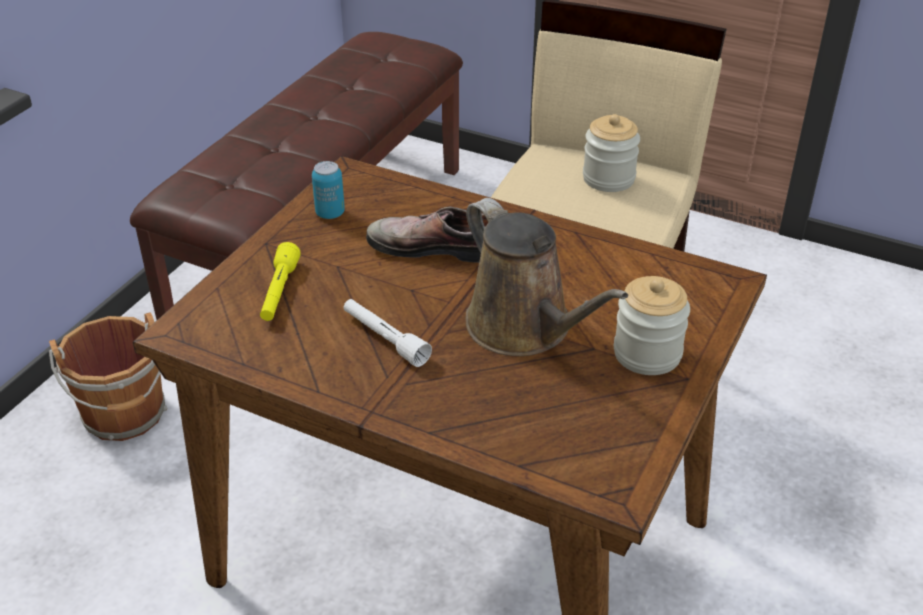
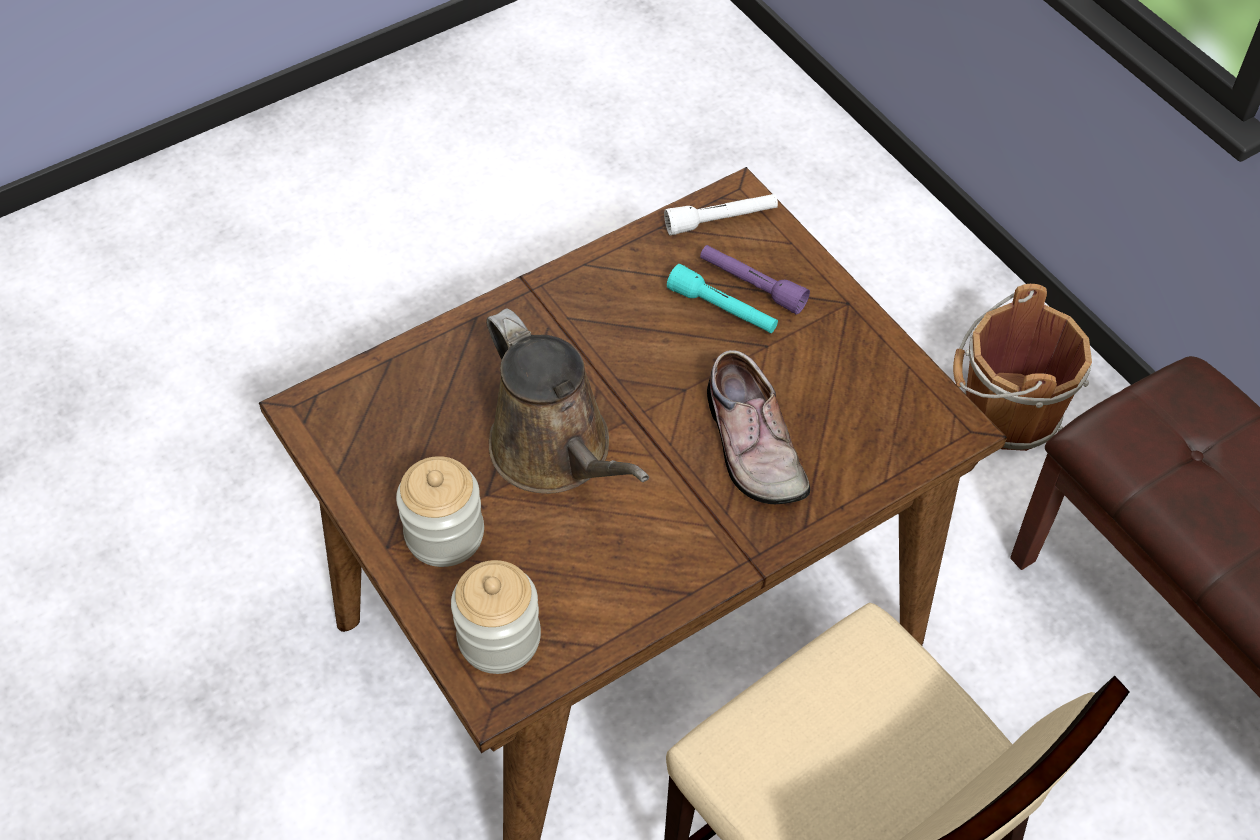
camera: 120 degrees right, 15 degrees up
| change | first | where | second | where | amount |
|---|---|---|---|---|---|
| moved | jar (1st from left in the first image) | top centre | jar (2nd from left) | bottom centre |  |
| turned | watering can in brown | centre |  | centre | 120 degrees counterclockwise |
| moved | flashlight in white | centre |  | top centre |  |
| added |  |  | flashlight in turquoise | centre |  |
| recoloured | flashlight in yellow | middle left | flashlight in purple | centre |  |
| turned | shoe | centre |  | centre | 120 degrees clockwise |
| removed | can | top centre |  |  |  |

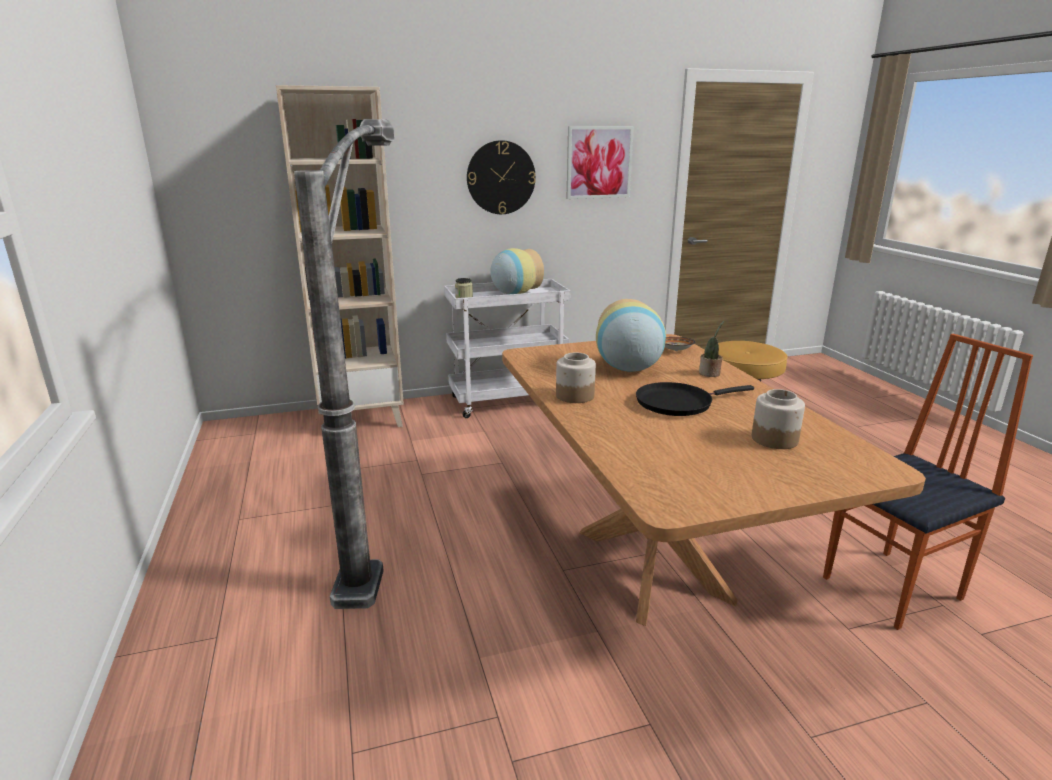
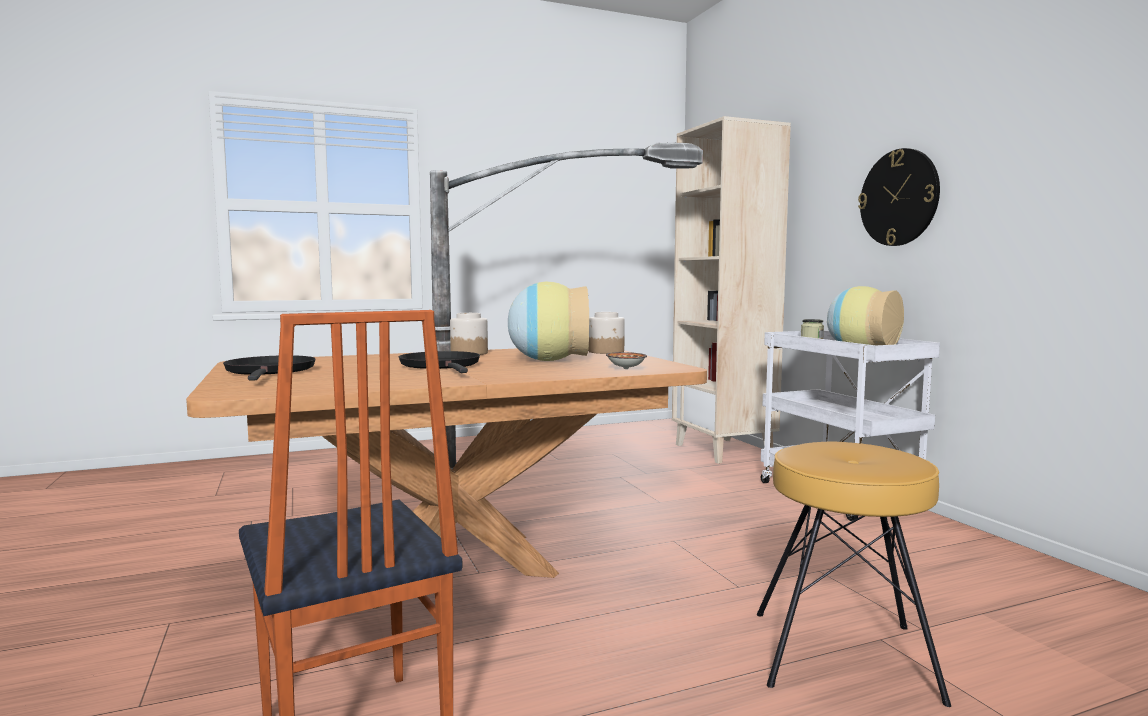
camera: 85 degrees right, 15 degrees down
| change | first | where | second | where | amount |
|---|---|---|---|---|---|
| added |  |  | frying pan in black (1st from left) | middle left |  |
| moved | jar (3rd from left in the first image) | middle right | jar (2nd from left) | centre |  |
| removed | picture | top centre |  |  |  |
| removed | potted plant | middle right |  |  |  |

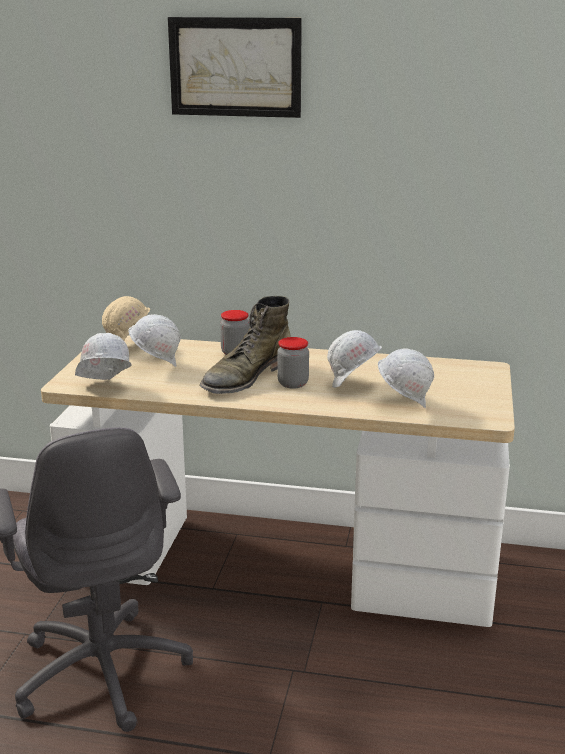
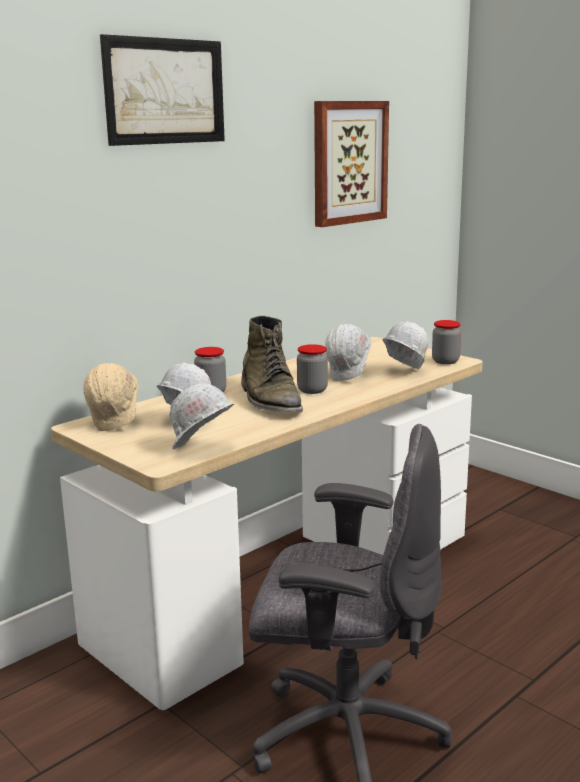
camera: 55 degrees left, 5 degrees down
| change | first | where | second | where | amount |
|---|---|---|---|---|---|
| added |  |  | picture (2nd from left) | top centre |  |
| added |  |  | jar (3rd from left) | middle right |  |

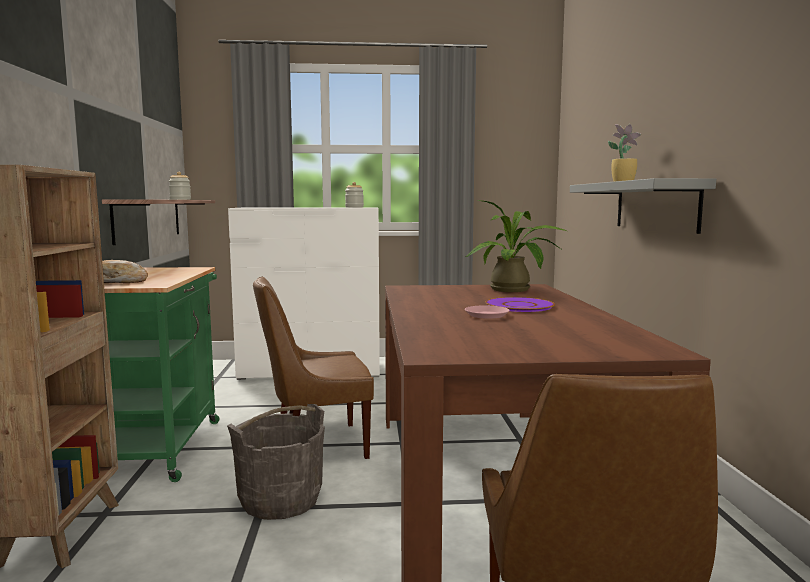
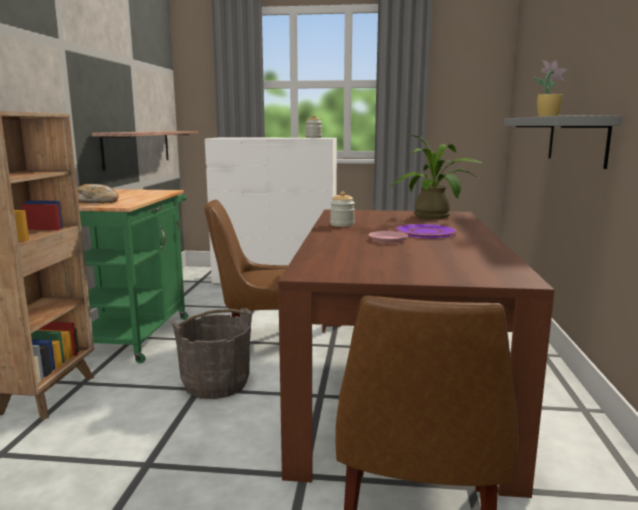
camera: 10 degrees right, 5 degrees up
| change | first | where | second | where | amount |
|---|---|---|---|---|---|
| moved | jar (1st from left in the first image) | top left | jar (2nd from left) | centre |  |

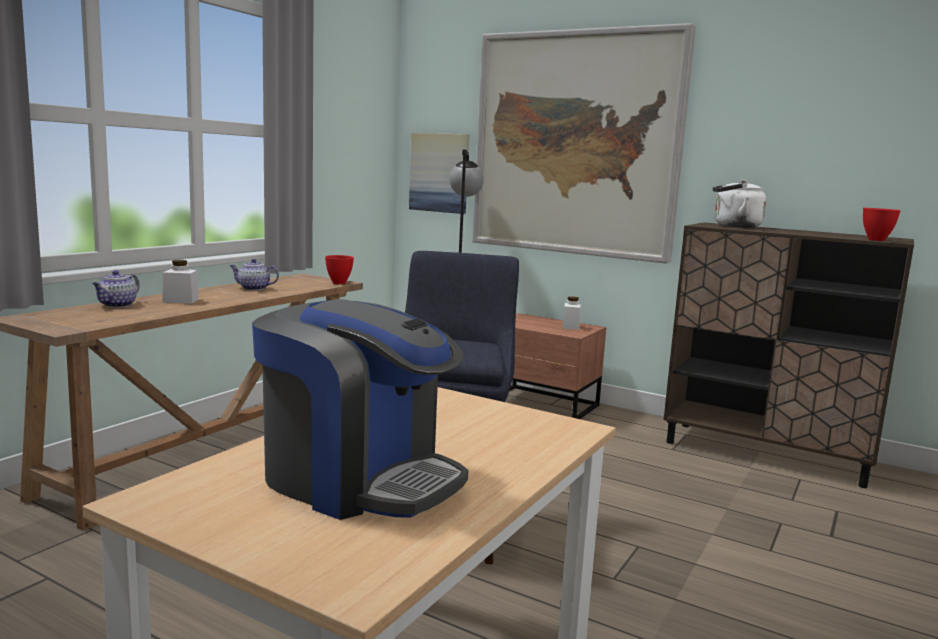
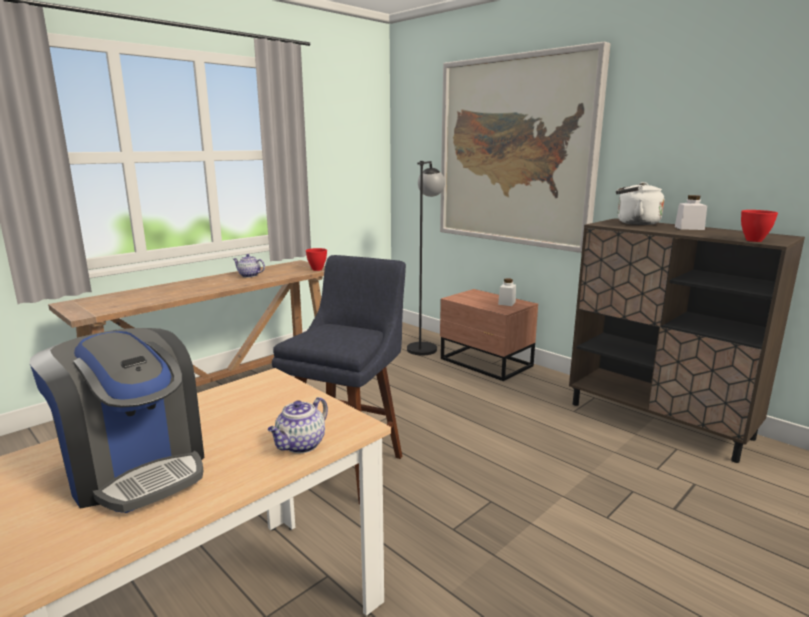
camera: 15 degrees right, 5 degrees up
| change | first | where | second | where | amount |
|---|---|---|---|---|---|
| moved | teapot (1st from left in the first image) | middle left | teapot (2nd from left) | bottom centre |  |
| moved | jar in white (1st from left in the first image) | middle left | jar in white (2nd from left) | middle right |  |
| removed | picture (1st from left) | top centre |  |  |  |

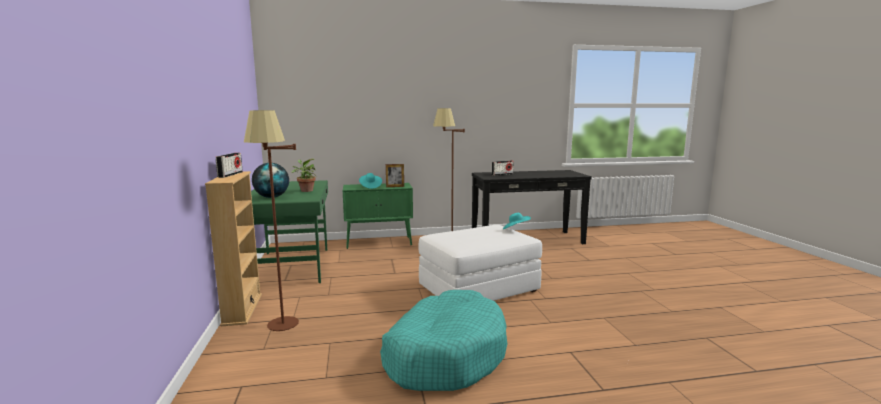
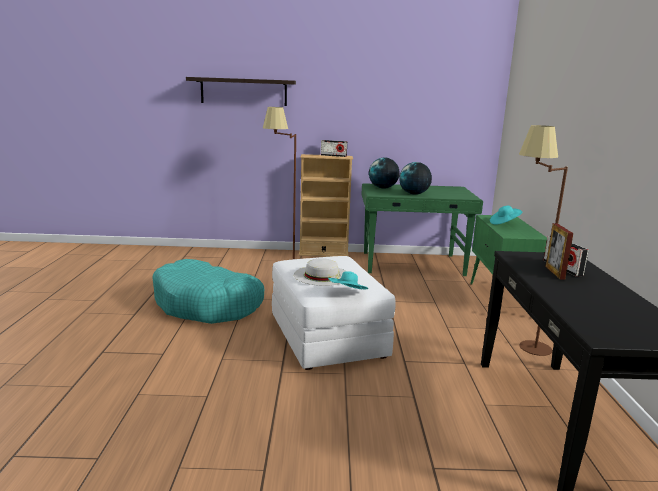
camera: 100 degrees right, 5 degrees up
| change | first | where | second | where | amount |
|---|---|---|---|---|---|
| added |  |  | shelf | top centre |  |
| added |  |  | hat in white | centre |  |
| replaced | potted plant | centre | globe (2nd from left) | centre |  |
| moved | picture frame | centre |  | middle right |  |

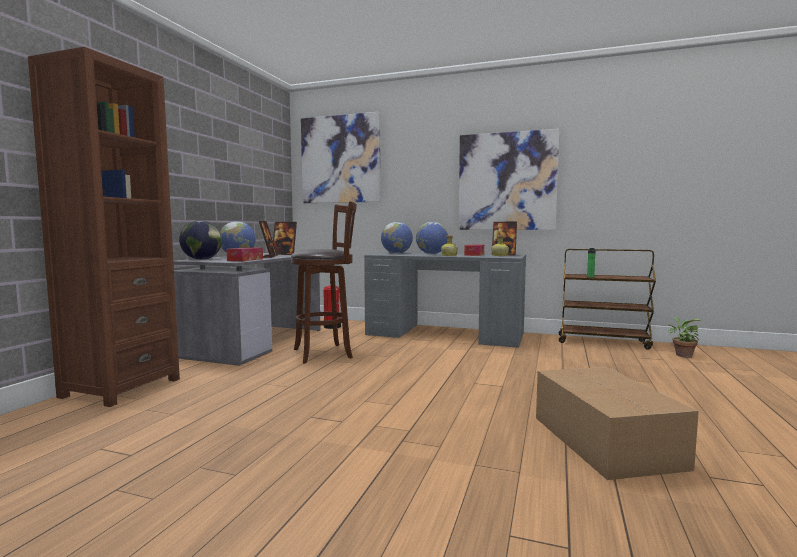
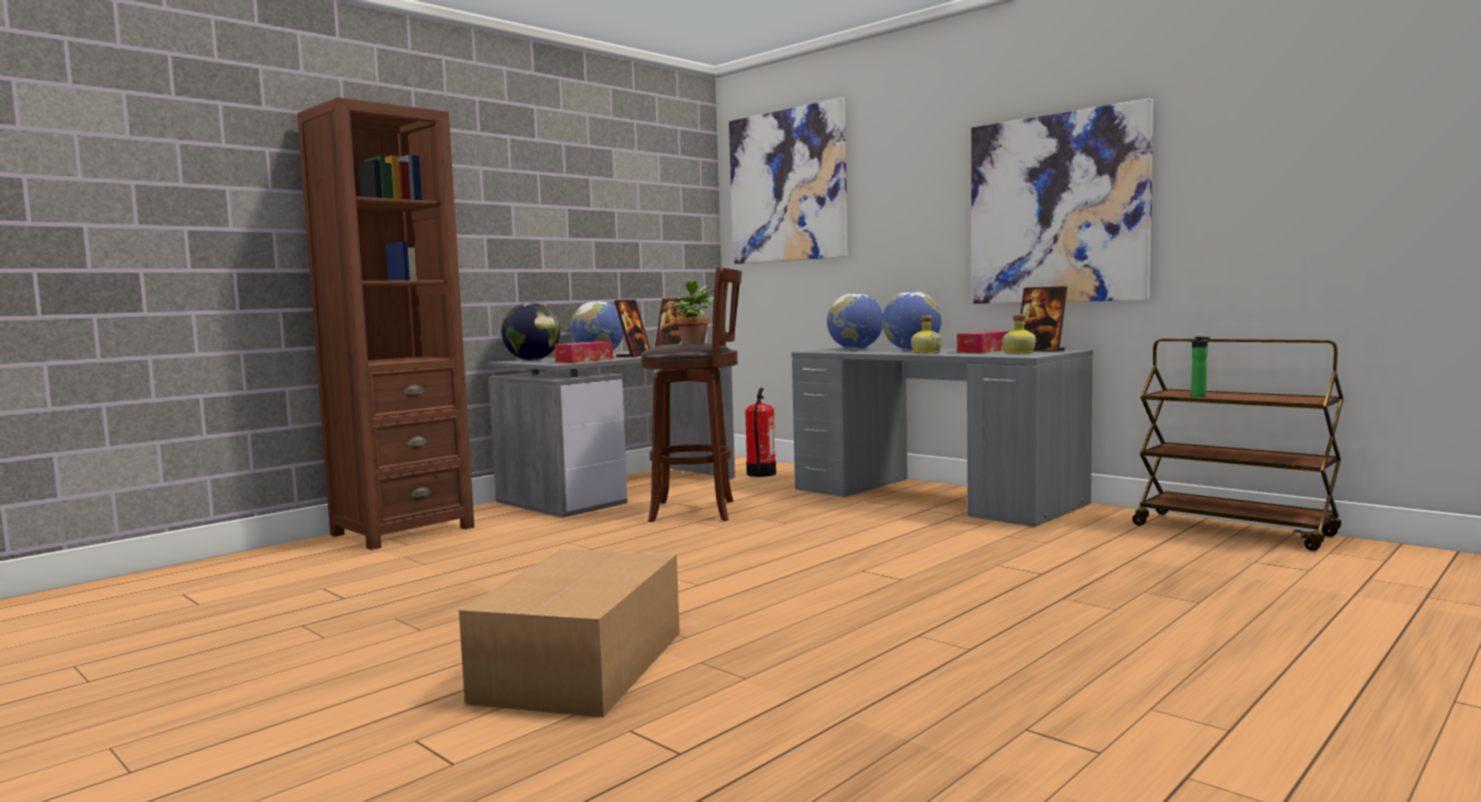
camera: 25 degrees right, 0 degrees up
| change | first | where | second | where | amount |
|---|---|---|---|---|---|
| moved | cardboard box | bottom right |  | bottom centre |  |
| moved | potted plant | middle right |  | centre |  |

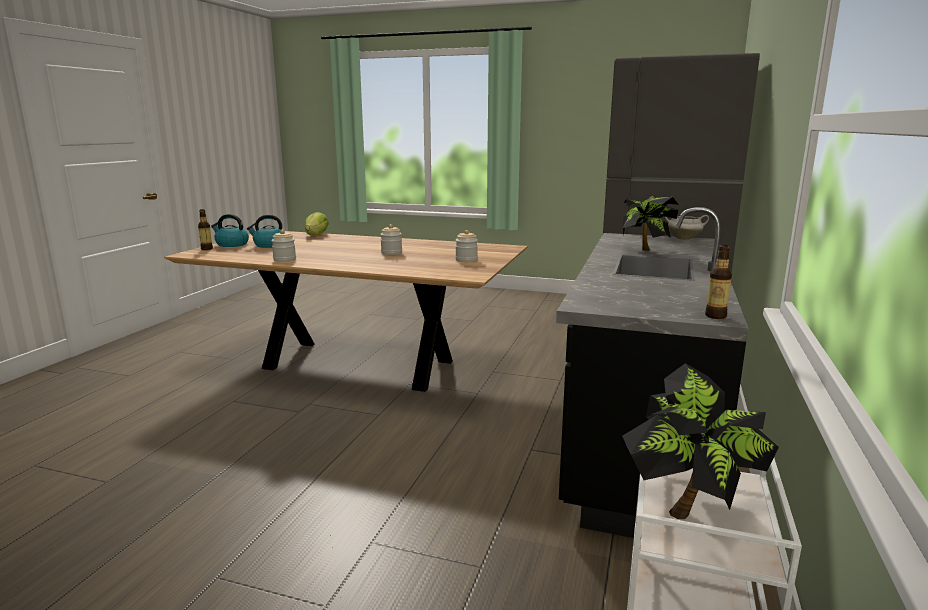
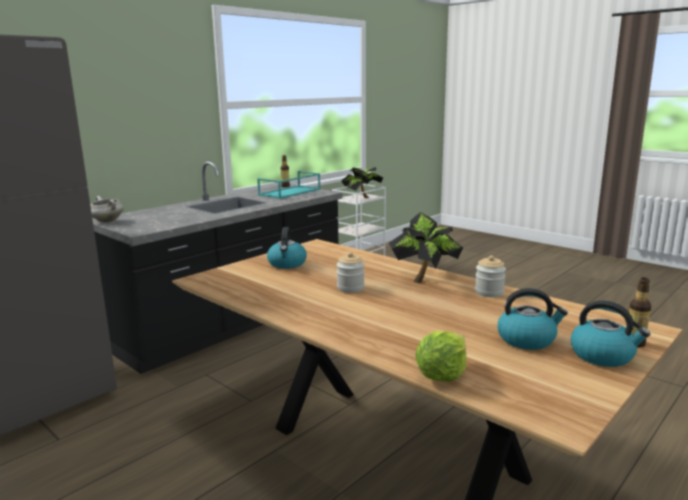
camera: 155 degrees left, 0 degrees up
| change | first | where | second | where | amount |
|---|---|---|---|---|---|
| added |  |  | tray in turquoise | centre |  |
| replaced | jar (3rd from left) | centre | kettle (1st from left) | centre |  |
| moved | potted plant (1st from left in the first image) | middle right | potted plant (2nd from left) | centre |  |

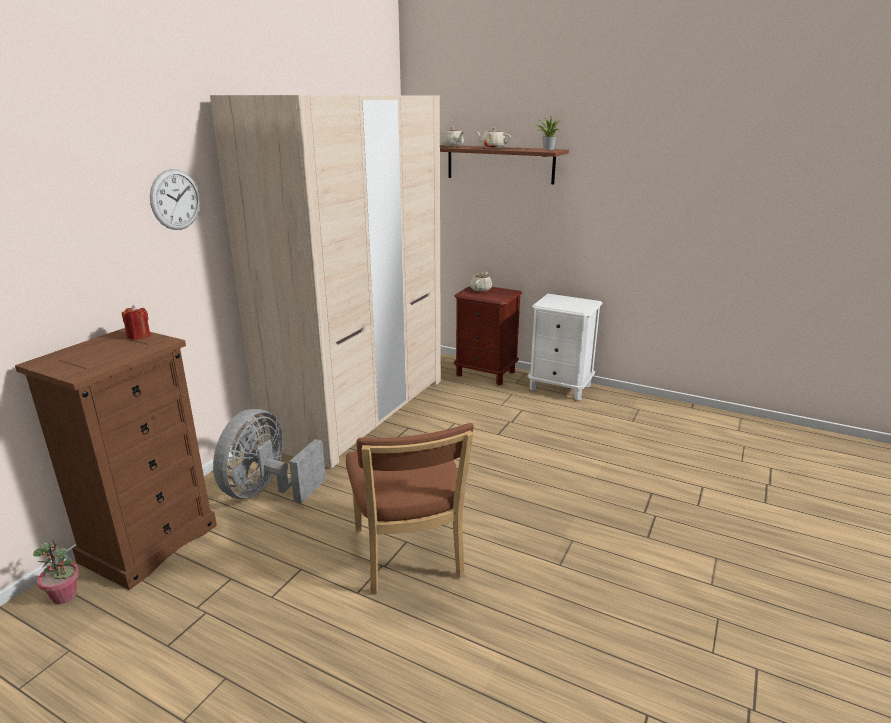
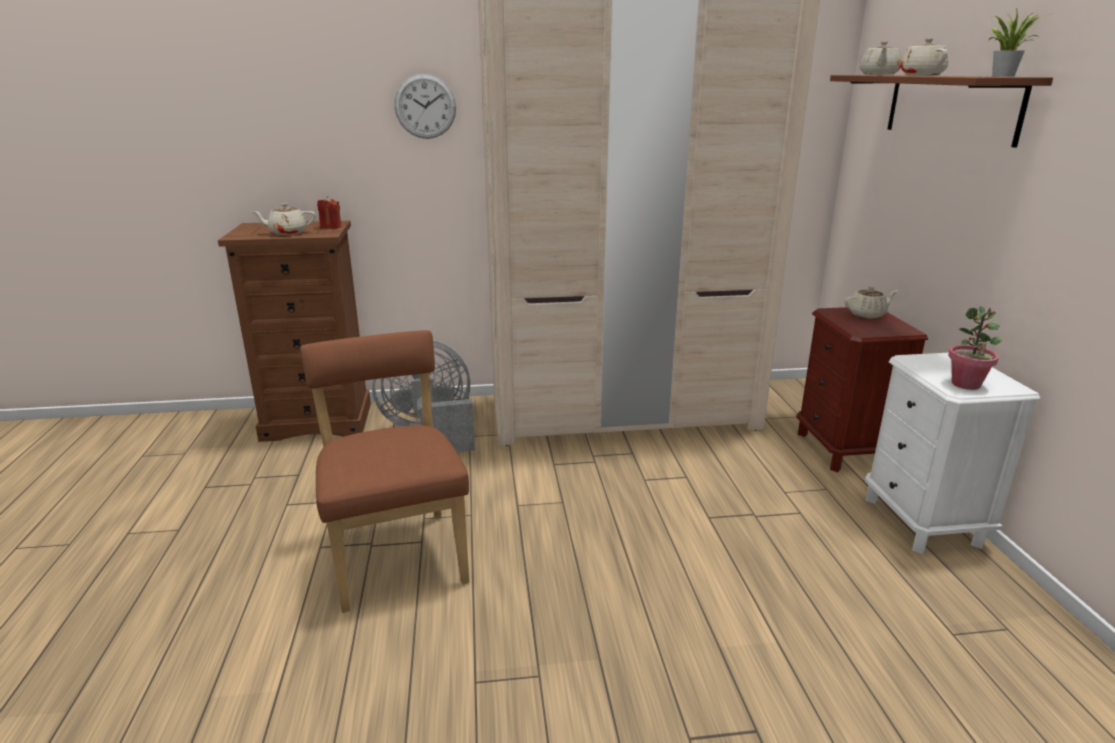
camera: 55 degrees right, 0 degrees up
| change | first | where | second | where | amount |
|---|---|---|---|---|---|
| added |  |  | teapot in beige (1st from left) | top left |  |
| turned | chair in brown | bottom centre |  | centre | 120 degrees clockwise |
| moved | potted plant (1st from left) | bottom left |  | middle right |  |

